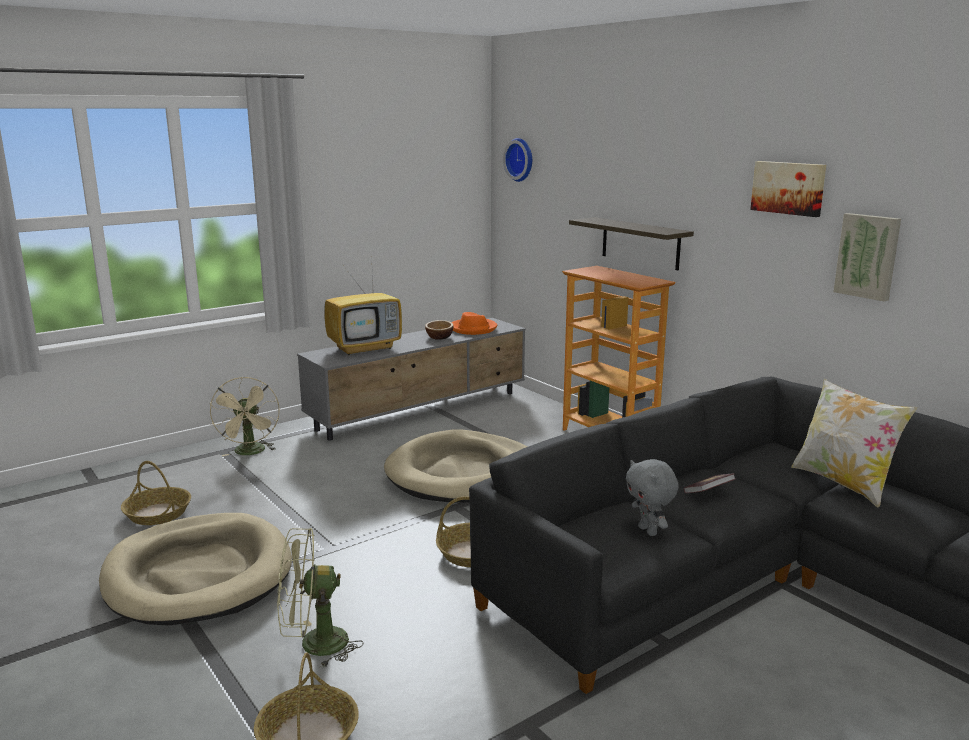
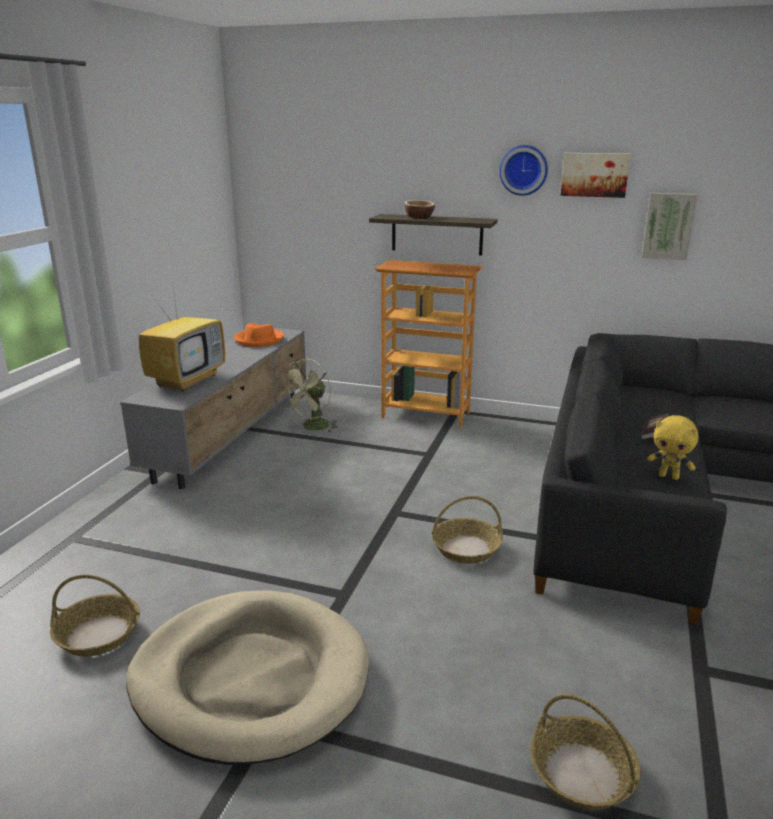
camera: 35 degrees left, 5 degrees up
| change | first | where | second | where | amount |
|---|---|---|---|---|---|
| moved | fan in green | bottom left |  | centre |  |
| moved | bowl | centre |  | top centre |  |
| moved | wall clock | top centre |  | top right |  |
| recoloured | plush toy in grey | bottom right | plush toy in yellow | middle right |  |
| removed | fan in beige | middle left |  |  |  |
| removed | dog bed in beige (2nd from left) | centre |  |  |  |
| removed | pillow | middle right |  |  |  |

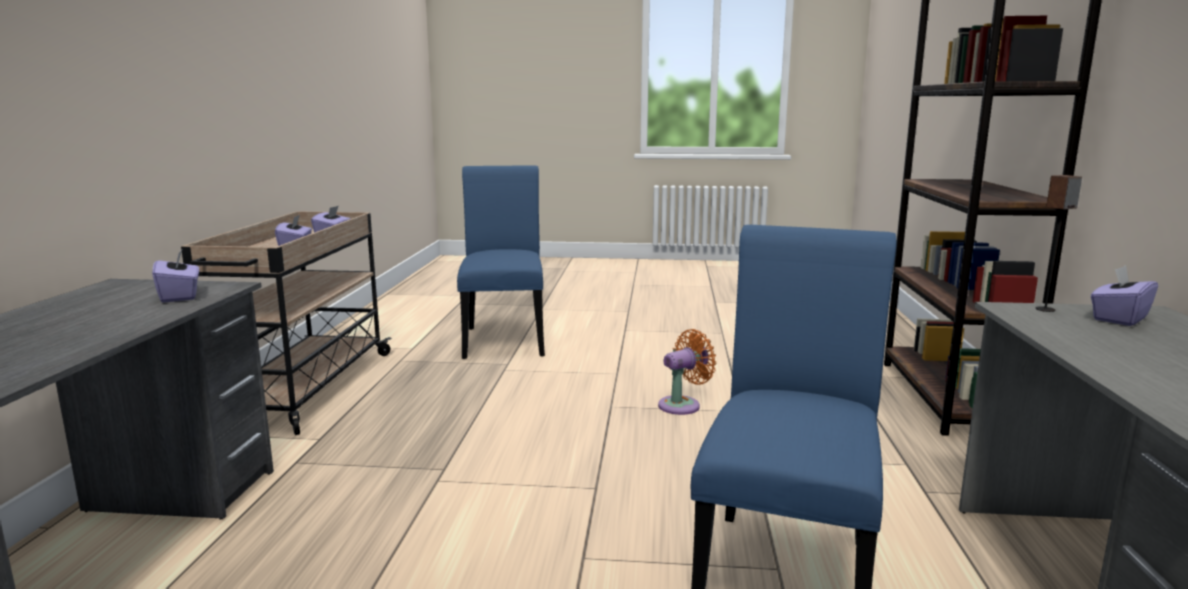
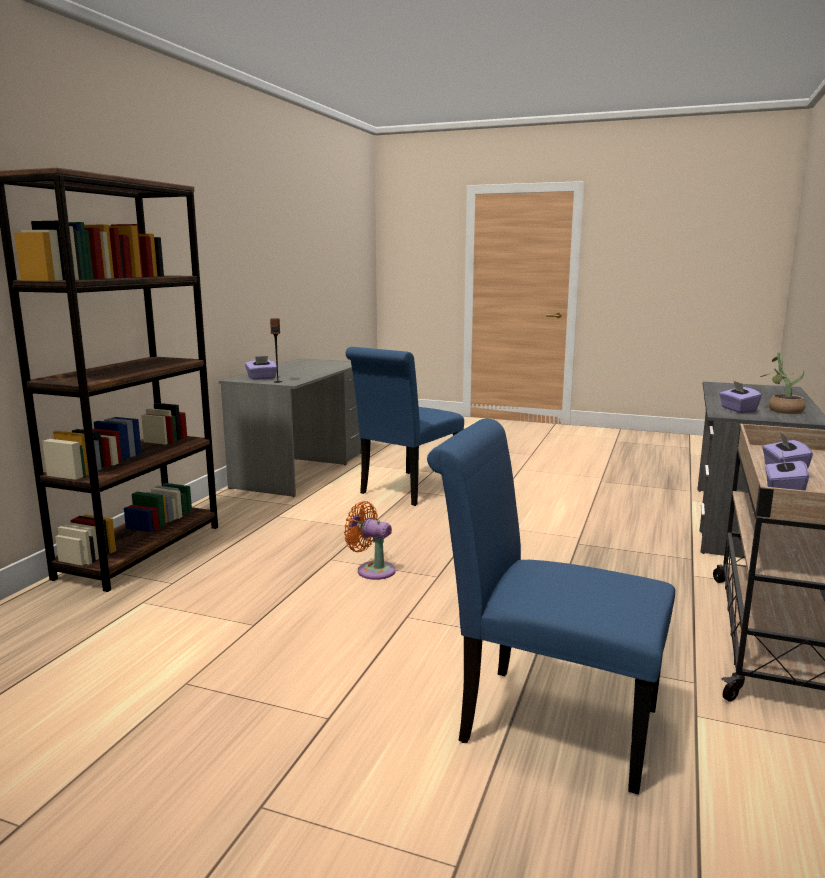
camera: 165 degrees left, 0 degrees up
| change | first | where | second | where | amount |
|---|---|---|---|---|---|
| turned | fan in orange | centre |  | centre | 45 degrees clockwise |
| turned | chair in blue (1st from left in the first image) | centre | chair in blue (2nd from left) | bottom right | 105 degrees clockwise |
| added |  |  | potted plant | middle right |  |

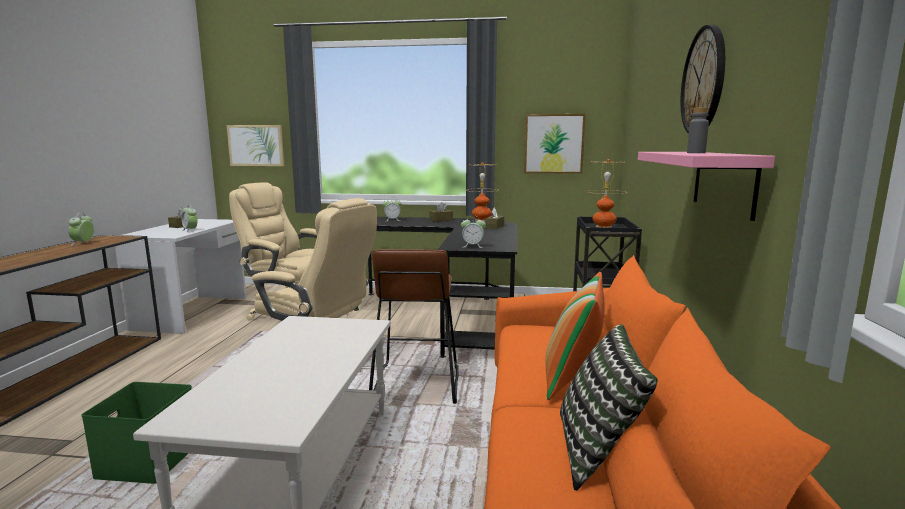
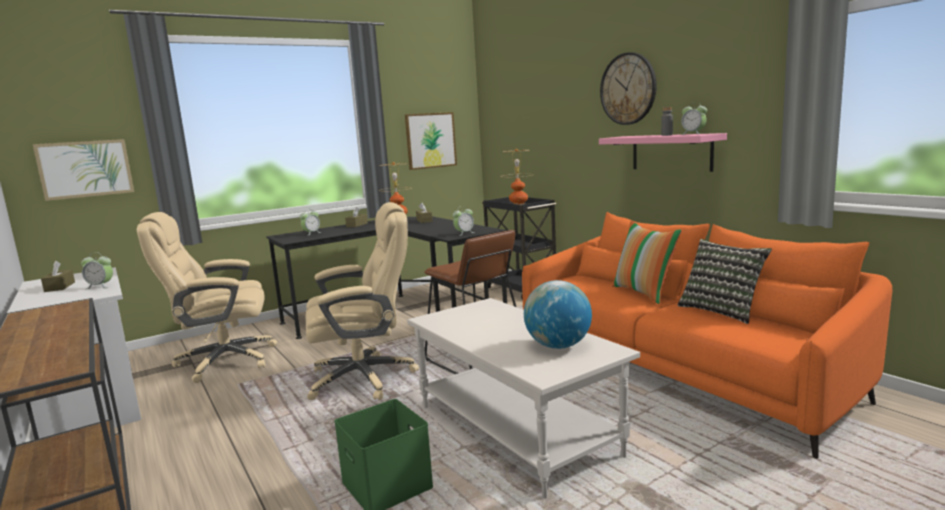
camera: 40 degrees left, 0 degrees up
| change | first | where | second | where | amount |
|---|---|---|---|---|---|
| added |  |  | globe | centre |  |
| moved | alarm clock (1st from left in the first image) | middle left | alarm clock (4th from left) | top right |  |

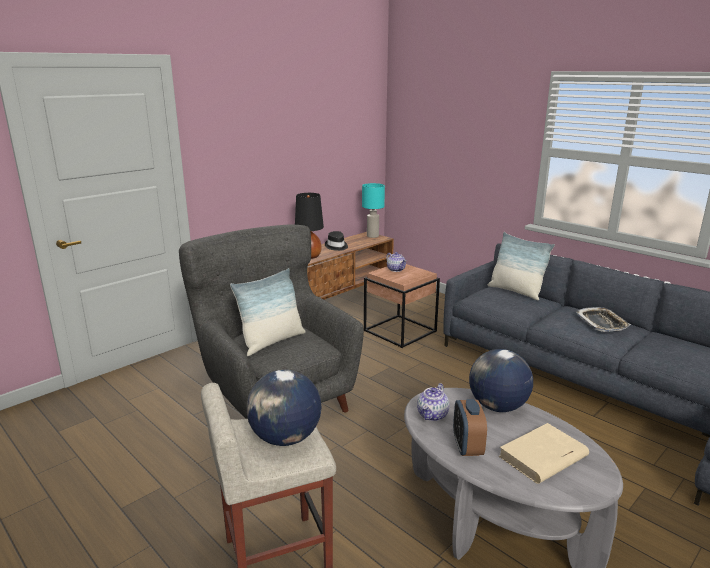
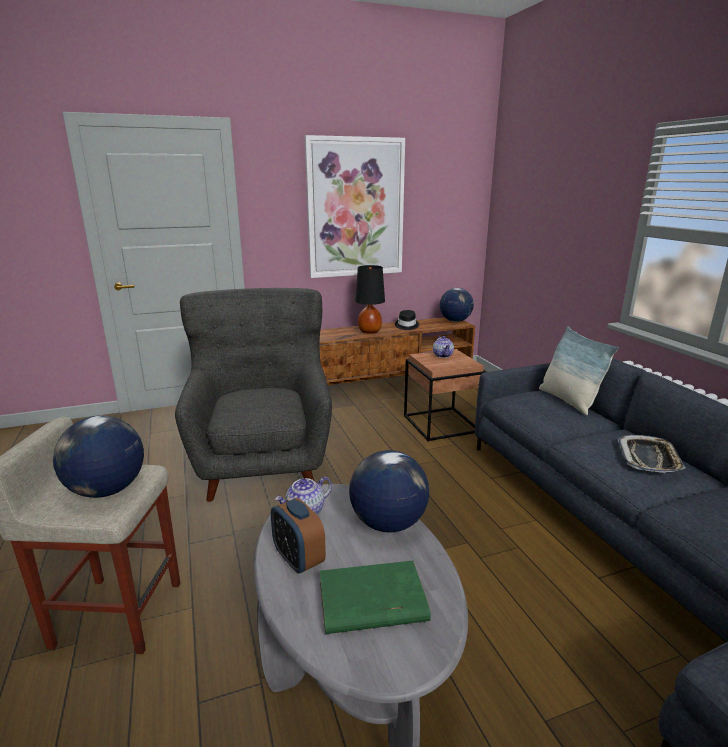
camera: 25 degrees right, 0 degrees up
| change | first | where | second | where | amount |
|---|---|---|---|---|---|
| turned | alarm clock | bottom centre |  | bottom centre | 60 degrees counterclockwise |
| added |  |  | picture | top centre |  |
| recoloured | book in beige | bottom right | book in green | bottom centre |  |
| replaced | table lamp in turquoise | centre | globe (3rd from left) | centre |  |
| removed | pillow (1st from left) | centre |  |  |  |

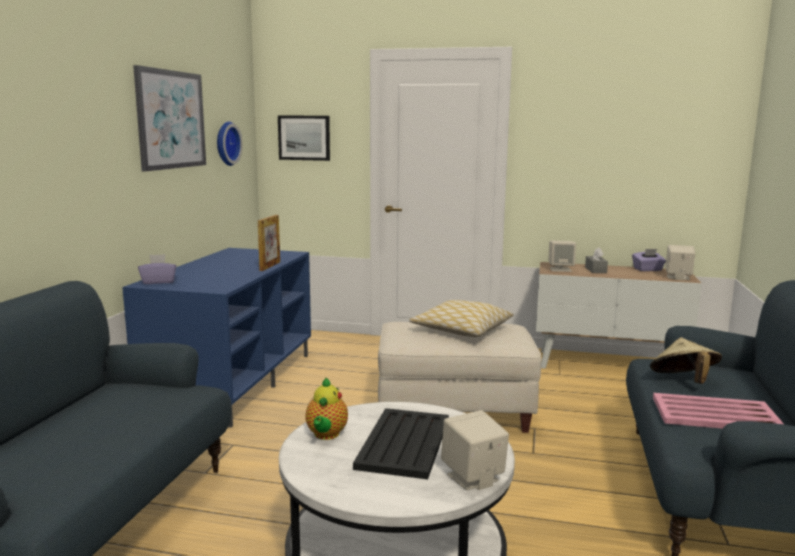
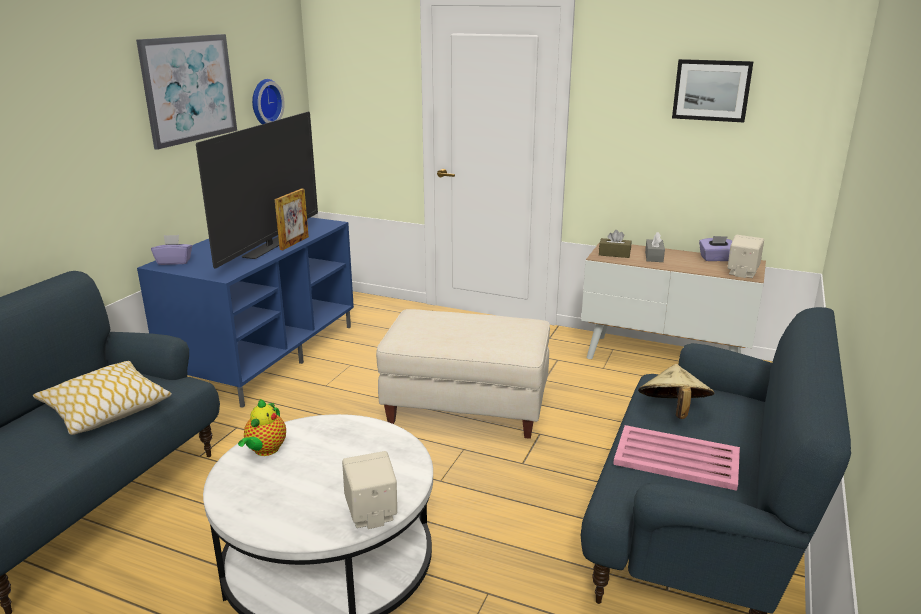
camera: 10 degrees right, 10 degrees up
| change | first | where | second | where | amount |
|---|---|---|---|---|---|
| moved | pillow | centre |  | middle left |  |
| added |  |  | television | top left |  |
| replaced | speaker in beige (2nd from left) | middle right | tissue box in brown | middle right |  |
| moved | picture (2nd from left) | top centre |  | top right |  |
| removed | tray in black | bottom centre |  |  |  |

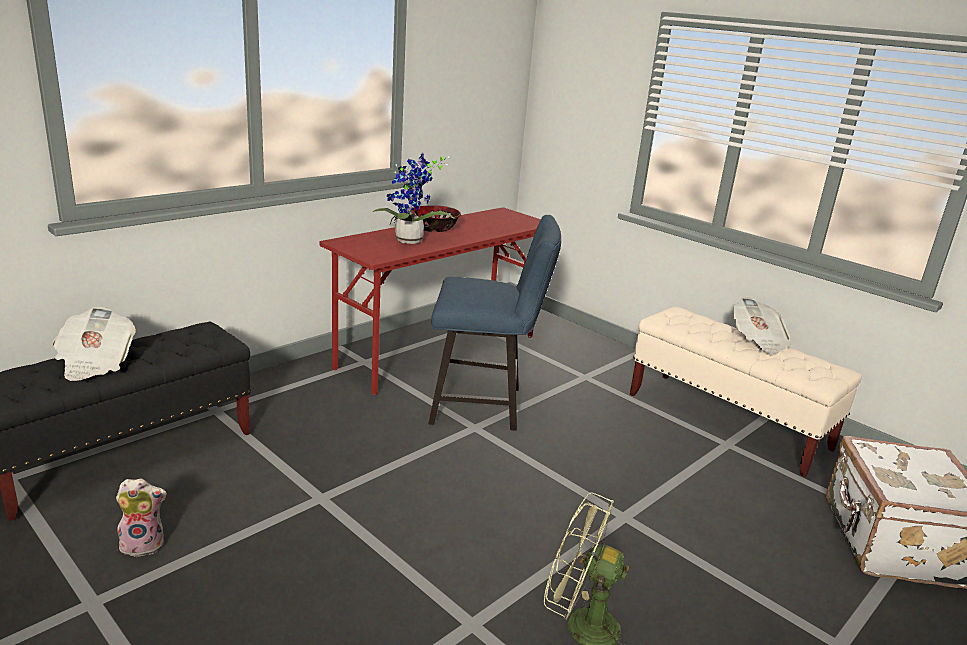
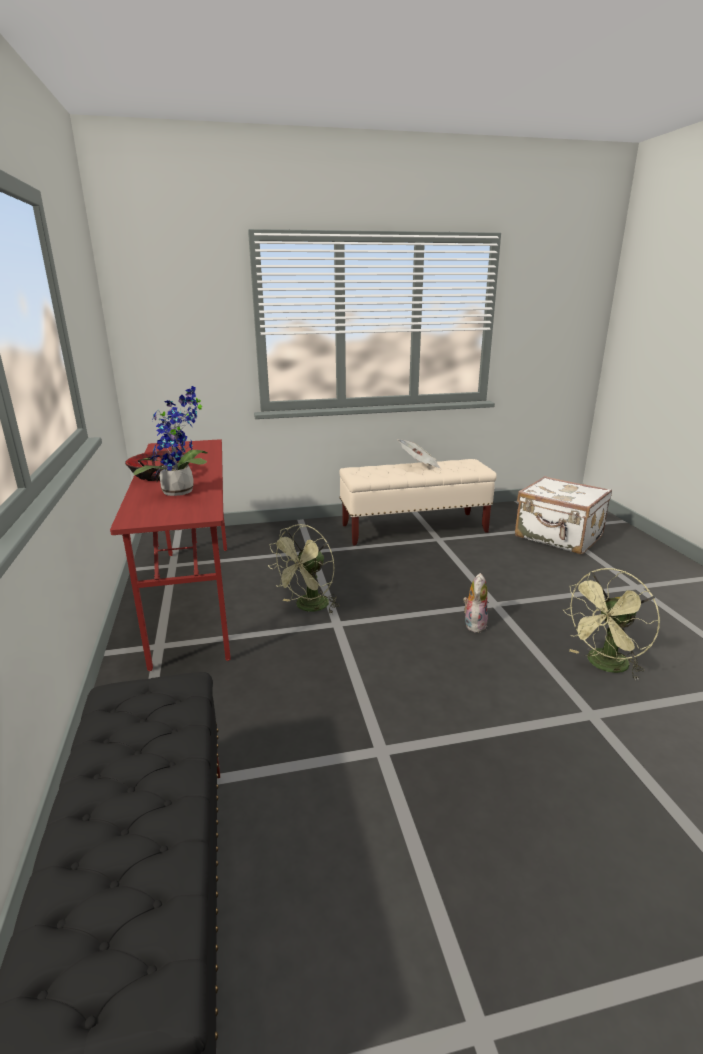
camera: 55 degrees left, 0 degrees up
| change | first | where | second | where | amount |
|---|---|---|---|---|---|
| replaced | chair in blue | centre | fan in green (1st from left) | centre |  |
| moved | plush toy | bottom left |  | middle right |  |
| removed | newspaper (1st from left) | middle left |  |  |  |

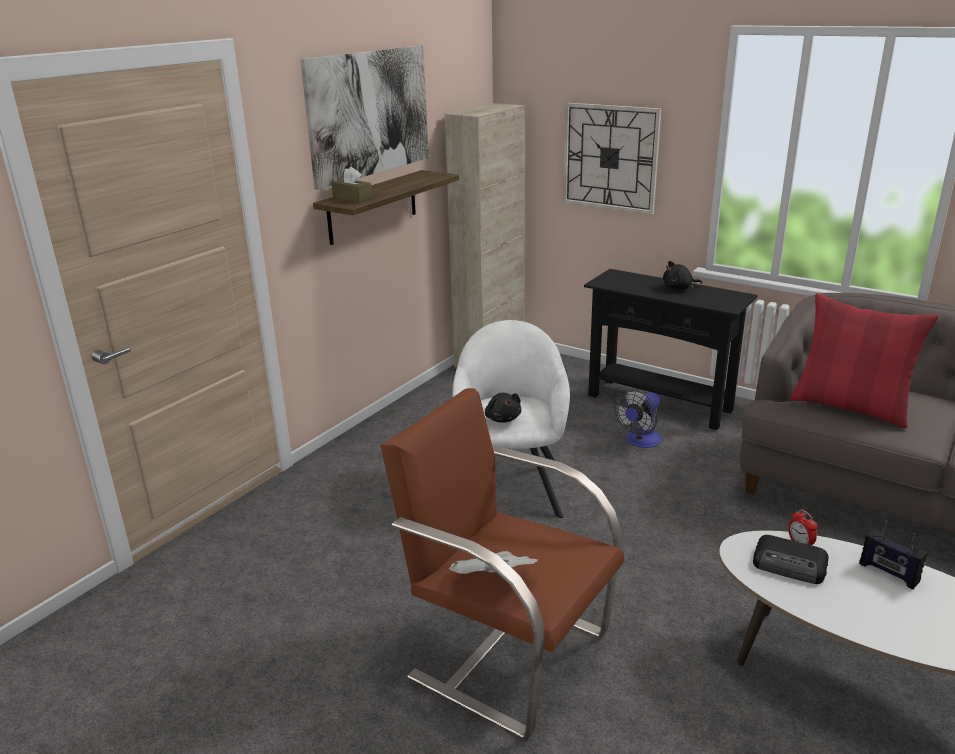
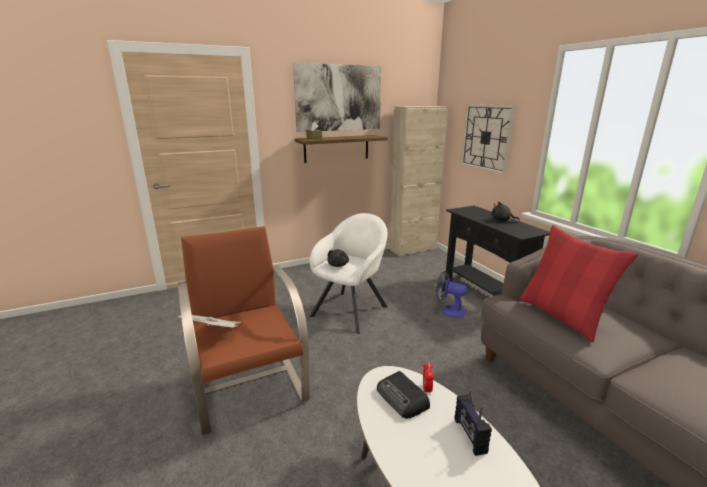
camera: 30 degrees right, 5 degrees down
| change | first | where | second | where | amount |
|---|---|---|---|---|---|
| turned | fan | middle right |  | centre | 45 degrees clockwise |

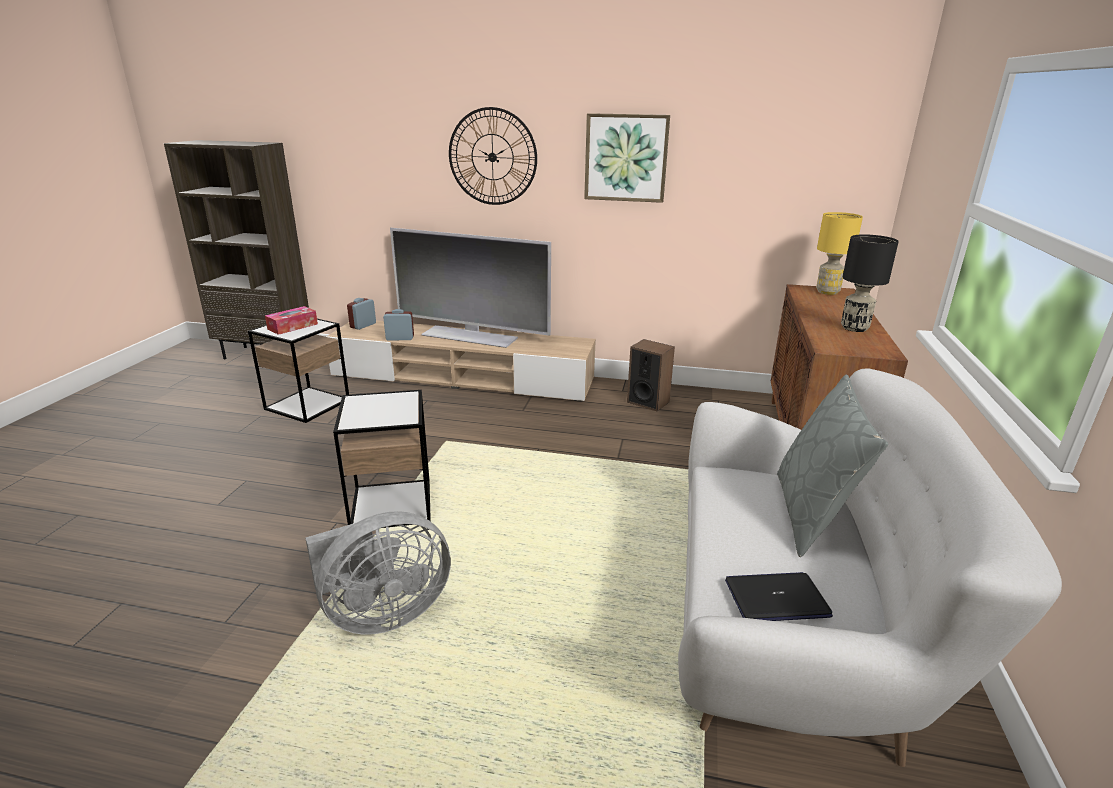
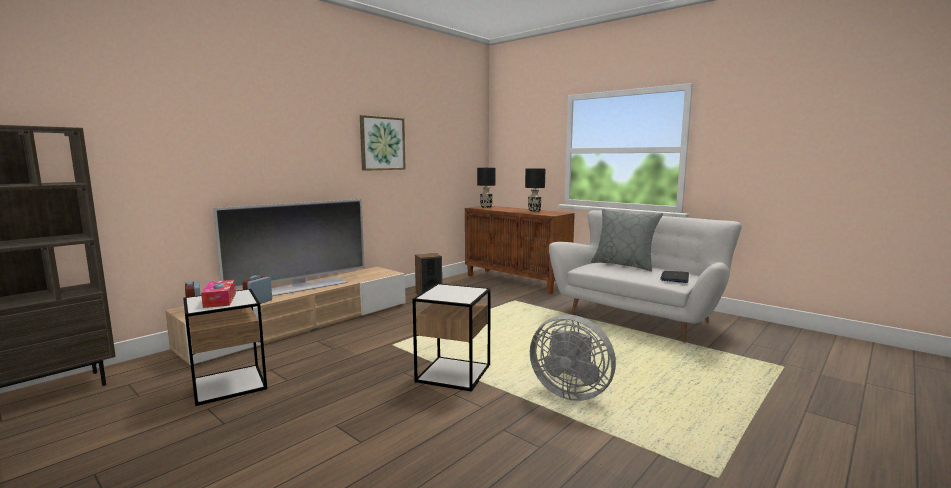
camera: 60 degrees left, 15 degrees down
| change | first | where | second | where | amount |
|---|---|---|---|---|---|
| recoloured | table lamp in yellow | top right | table lamp in black (1st from left) | centre |  |
| turned | fan in grey | bottom centre |  | bottom centre | 120 degrees clockwise |
| removed | wall clock | top centre |  |  |  |

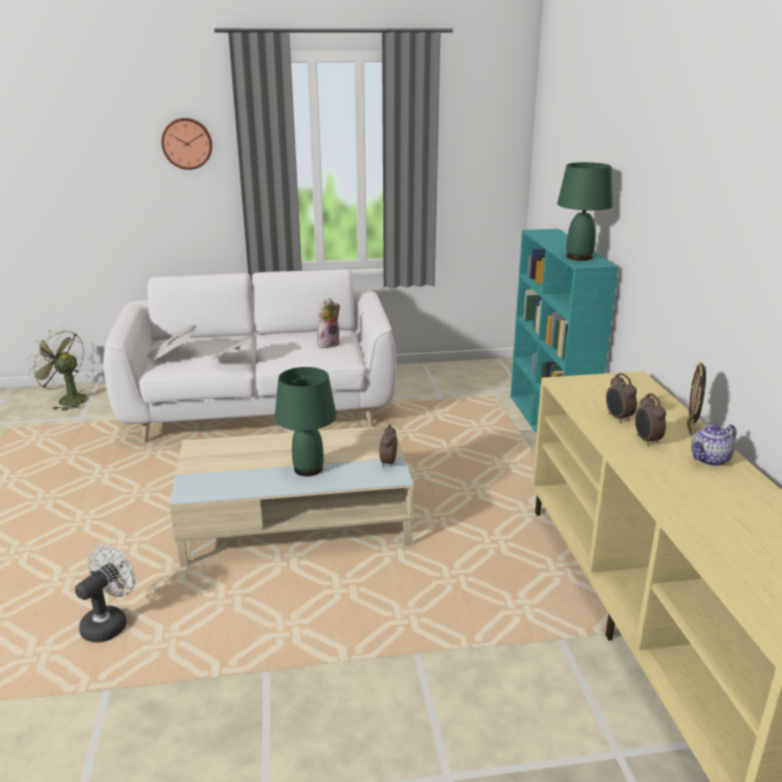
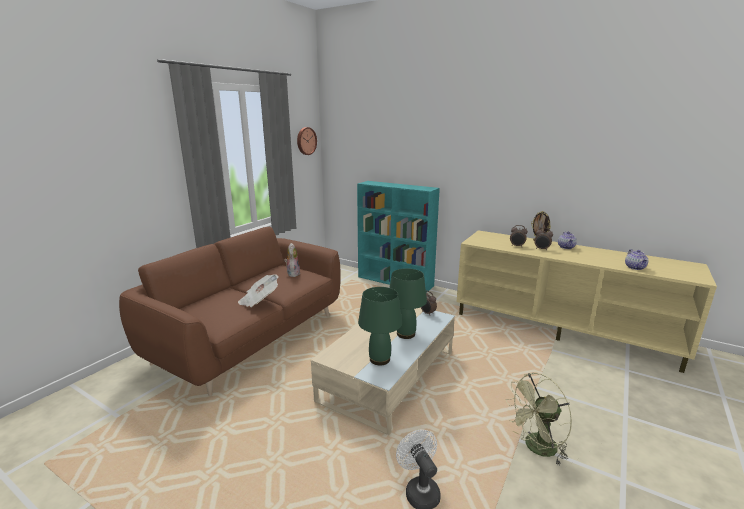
camera: 50 degrees left, 5 degrees down
| change | first | where | second | where | amount |
|---|---|---|---|---|---|
| recoloured | sofa in white | middle left | sofa in brown | middle left |  |
| moved | wall clock | top left |  | top centre |  |
| moved | table lamp in green (2nd from left in the first image) | top right | table lamp in green (1st from left) | centre |  |
| moved | fan in green | middle left |  | bottom right |  |
| added |  |  | teapot (2nd from left) | middle right |  |
| removed | newspaper (1st from left) | middle left |  |  |  |

